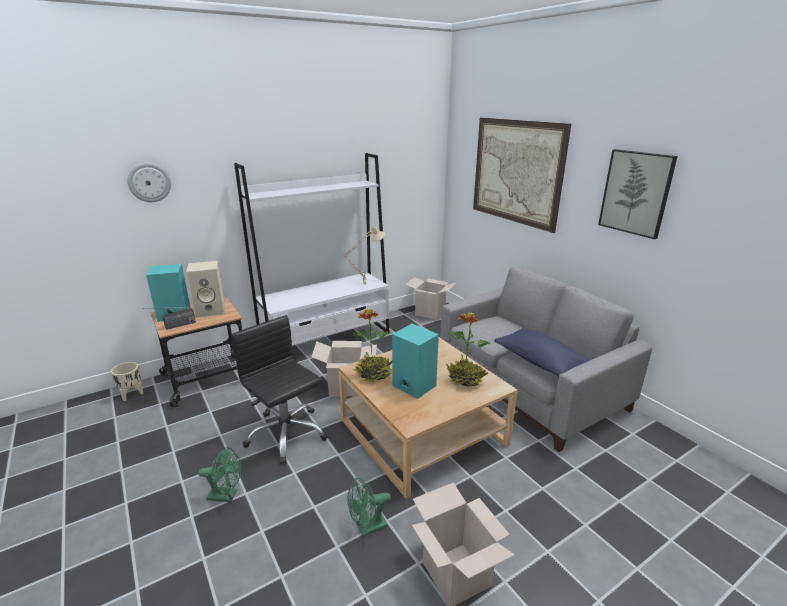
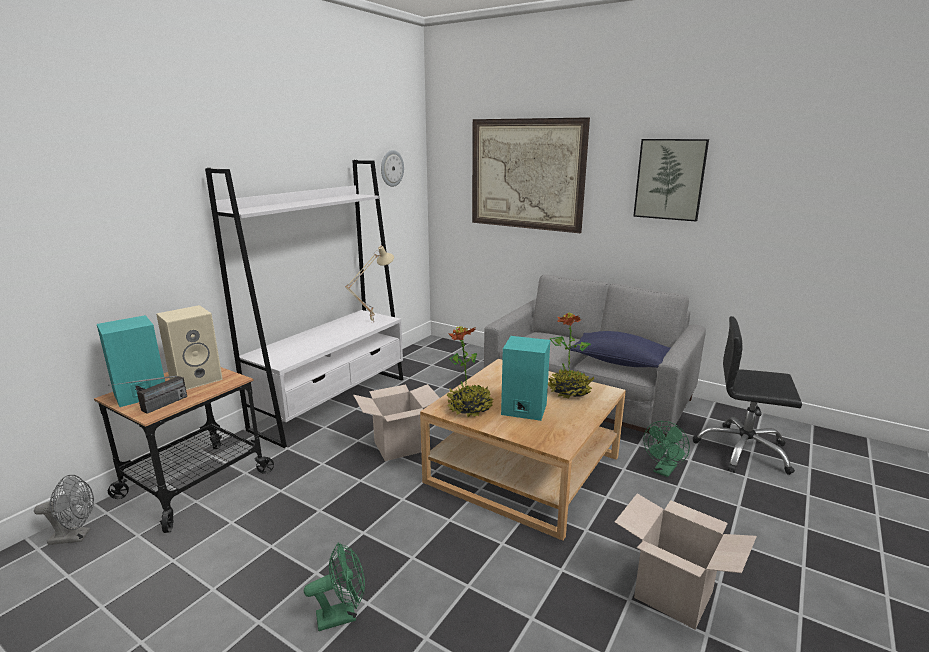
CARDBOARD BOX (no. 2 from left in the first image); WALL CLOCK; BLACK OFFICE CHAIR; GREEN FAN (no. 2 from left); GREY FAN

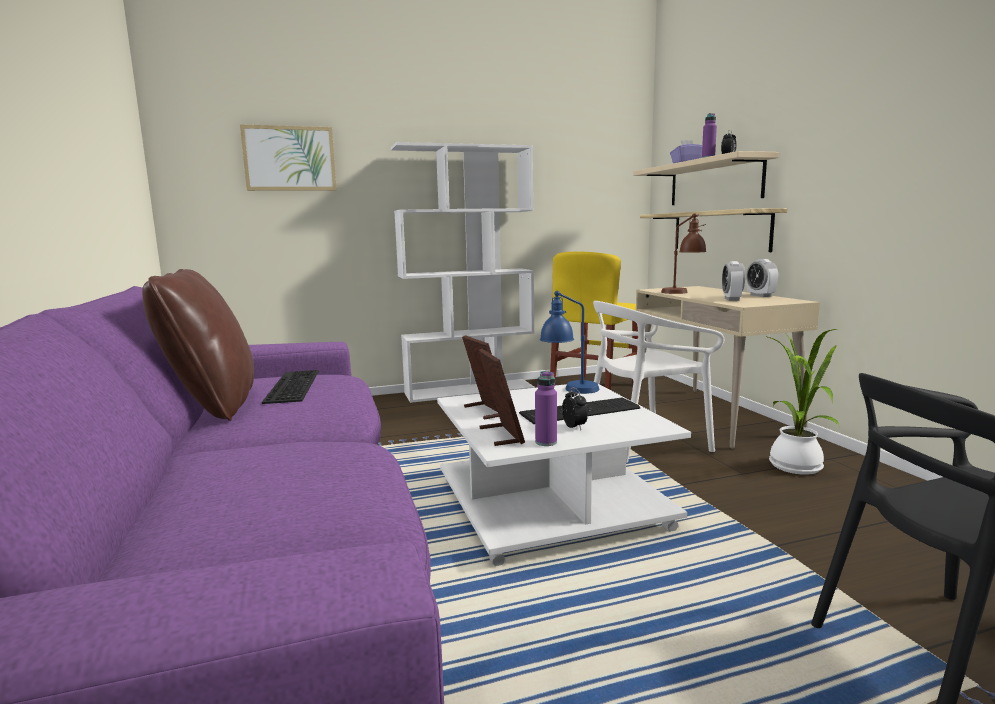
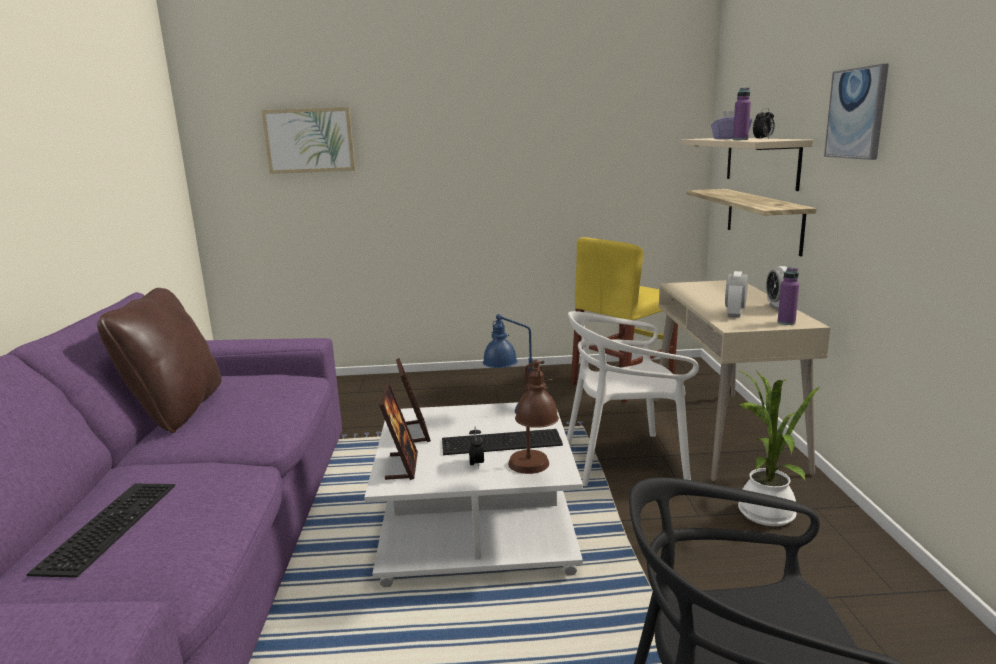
WHITE BOOKCASE; PICTURE (no. 2 from left); KEYBOARD (no. 1 from left); PURPLE BOTTLE (no. 2 from left); BROWN TABLE LAMP

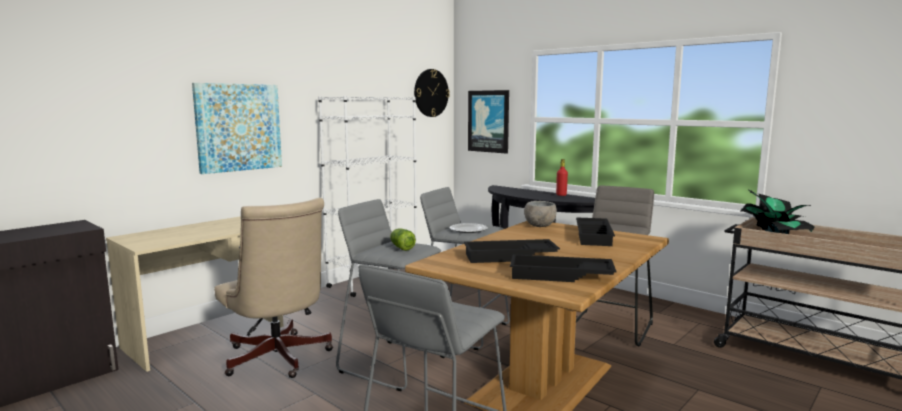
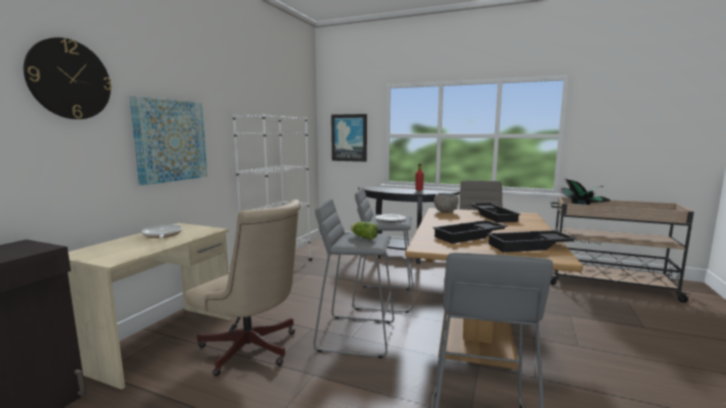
FRYING PAN; WALL CLOCK

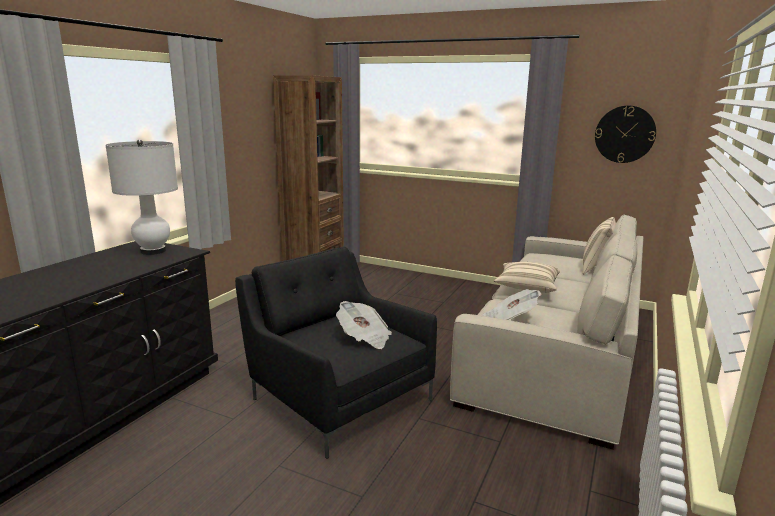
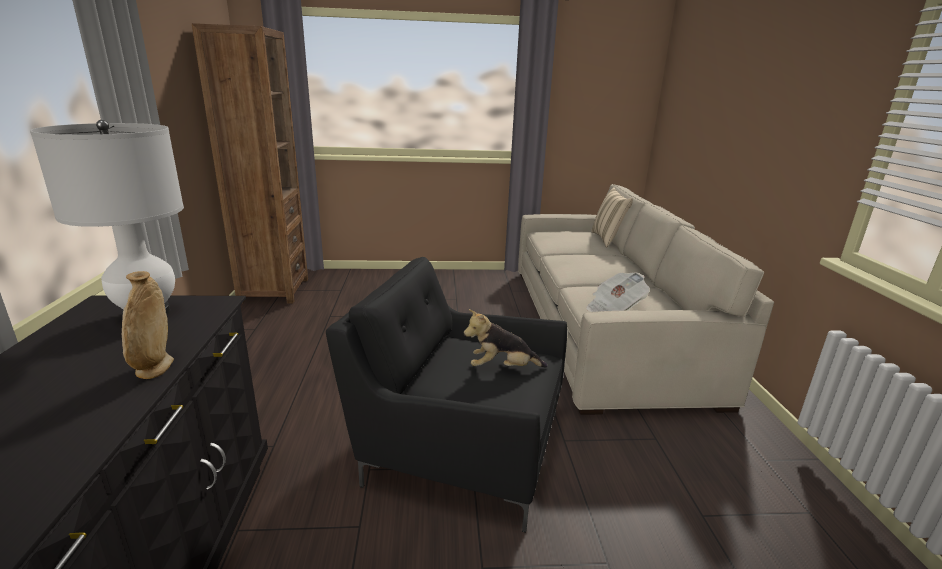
BEIGE PILLOW (no. 1 from left in the first image); WALL CLOCK; BEIGE VASE; PLUSH TOY

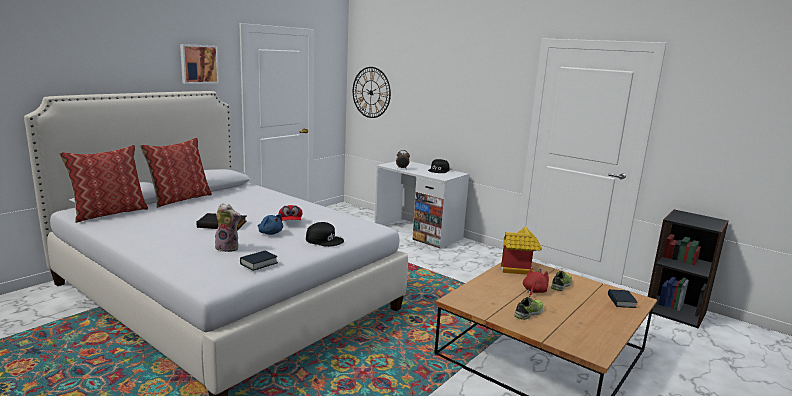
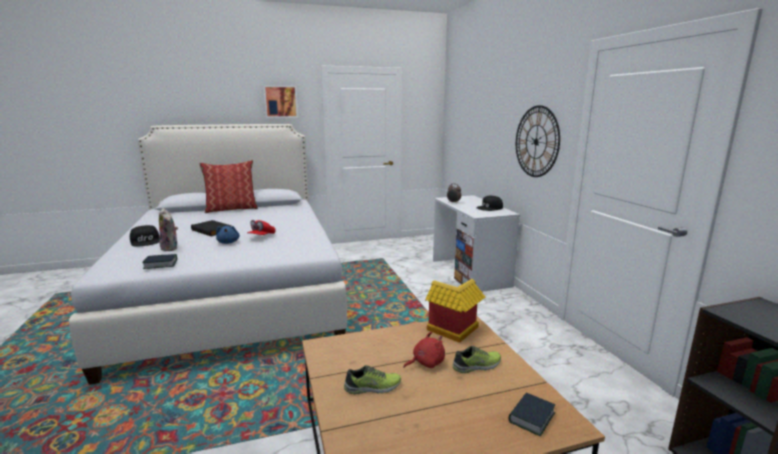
PILLOW (no. 1 from left in the first image); BLACK CAP (no. 1 from left); WALL CLOCK

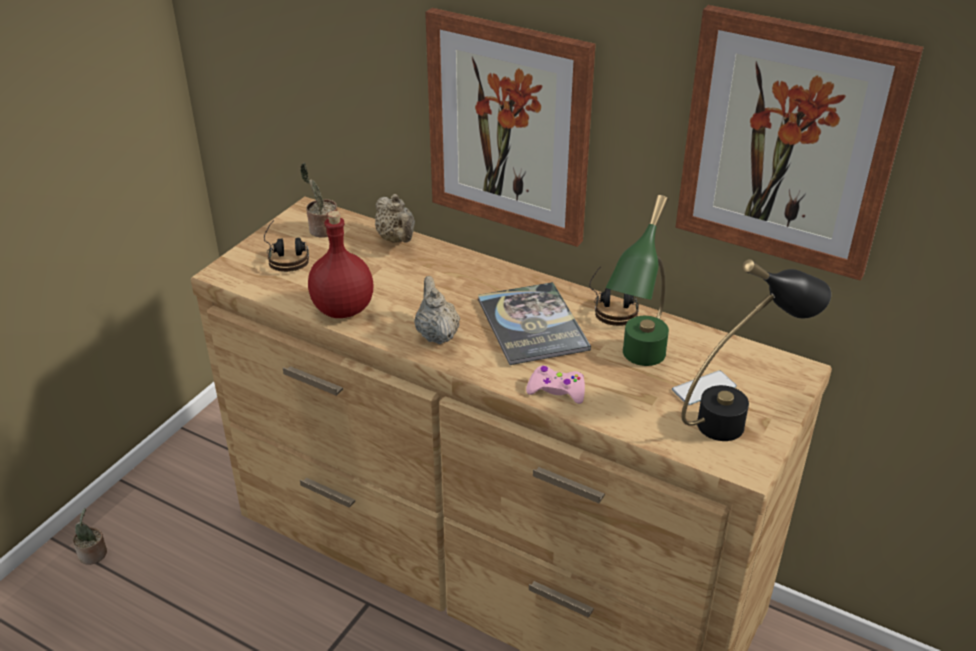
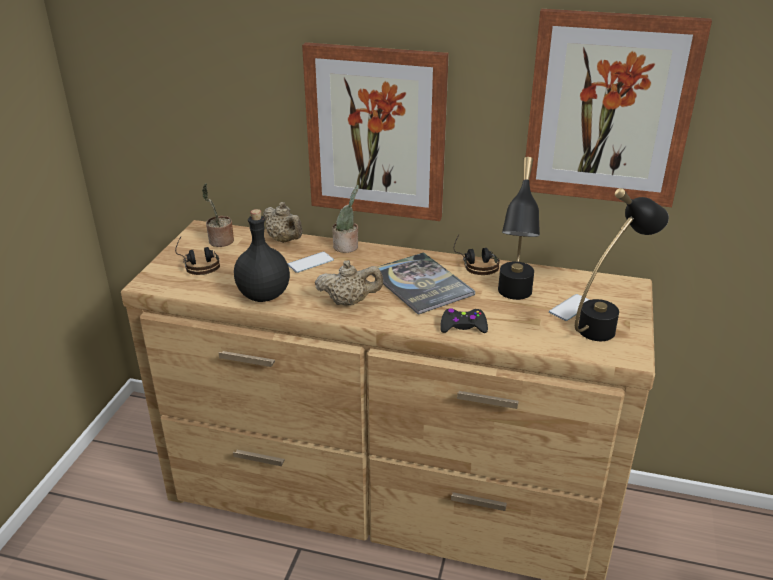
PHONE (no. 1 from left); POTTED PLANT (no. 2 from left); BLACK BOTTLE; BLACK GAME CONTROLLER; BLACK TABLE LAMP (no. 1 from left); BEIGE TEAPOT (no. 2 from left)

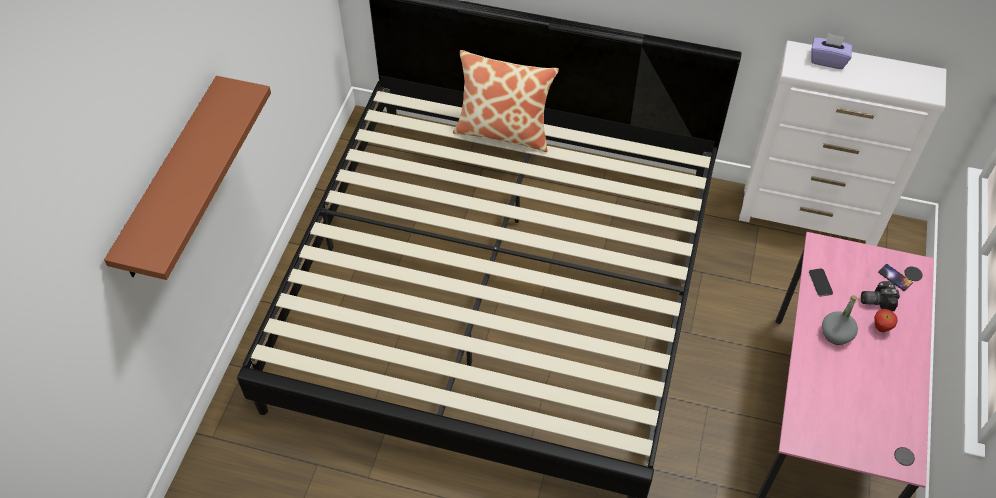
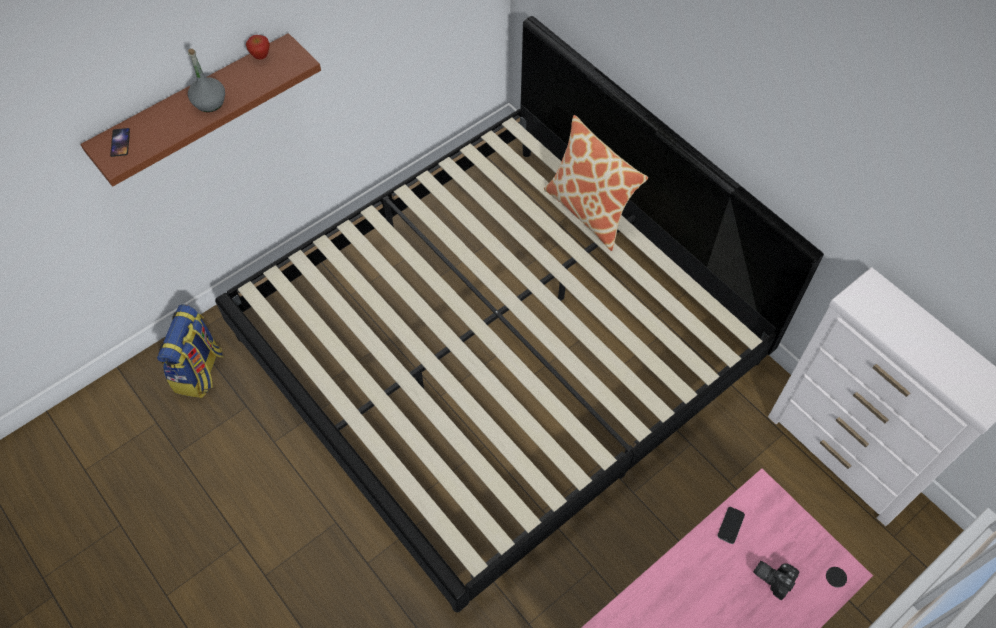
PURPLE TISSUE BOX; BACKPACK; GREY BOTTLE; APPLE; PHONE (no. 1 from left)

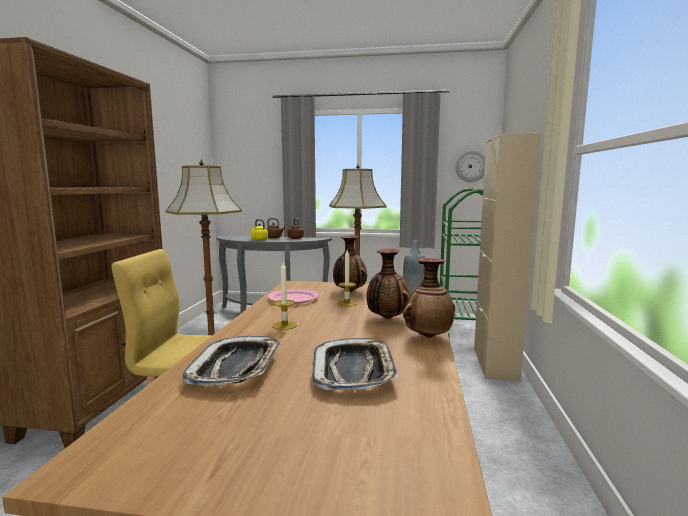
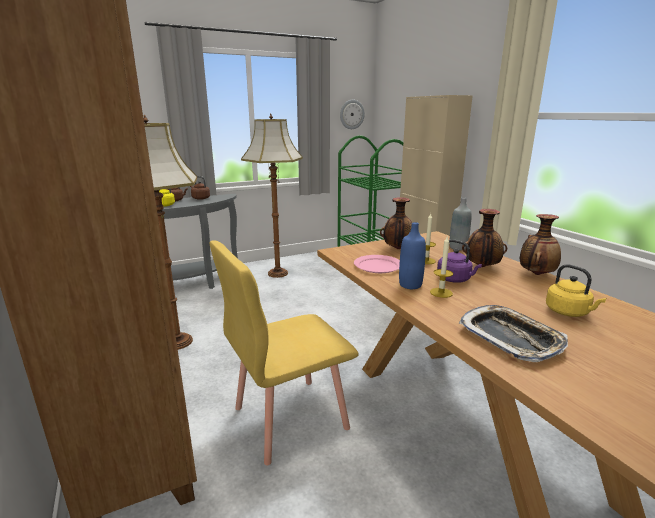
BLUE BOTTLE; PURPLE KETTLE; YELLOW KETTLE (no. 2 from left)

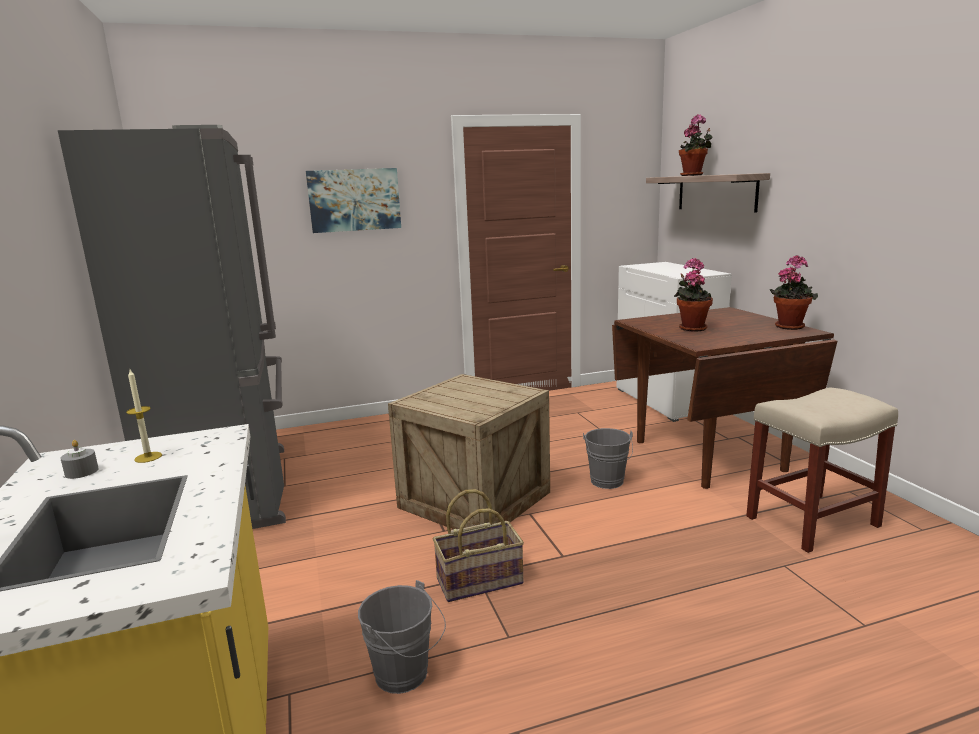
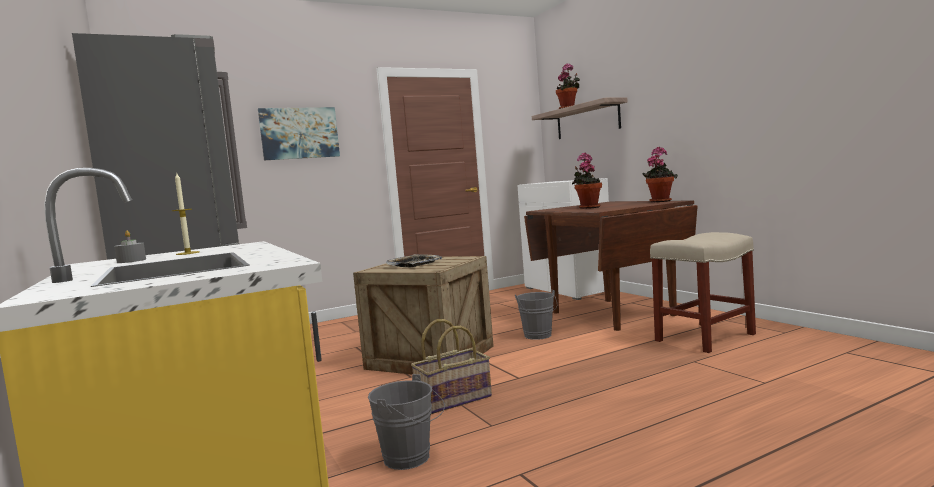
TRAY

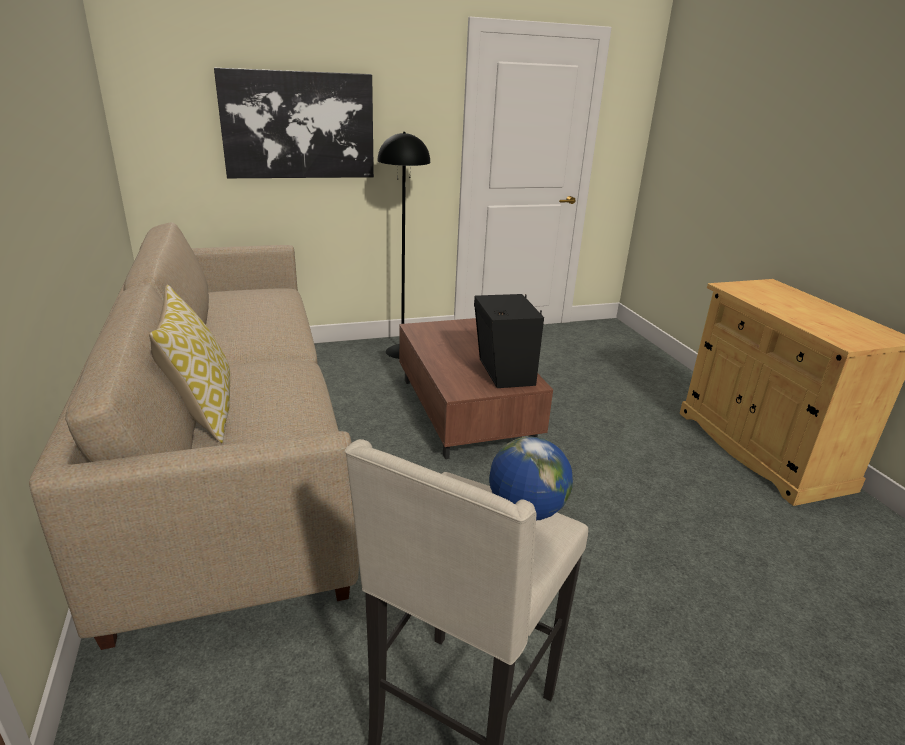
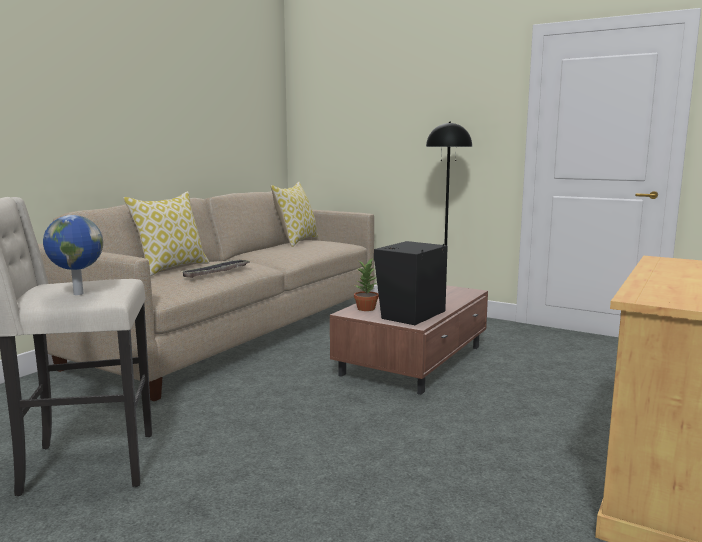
PICTURE; TRAY; PILLOW (no. 2 from left); POTTED PLANT

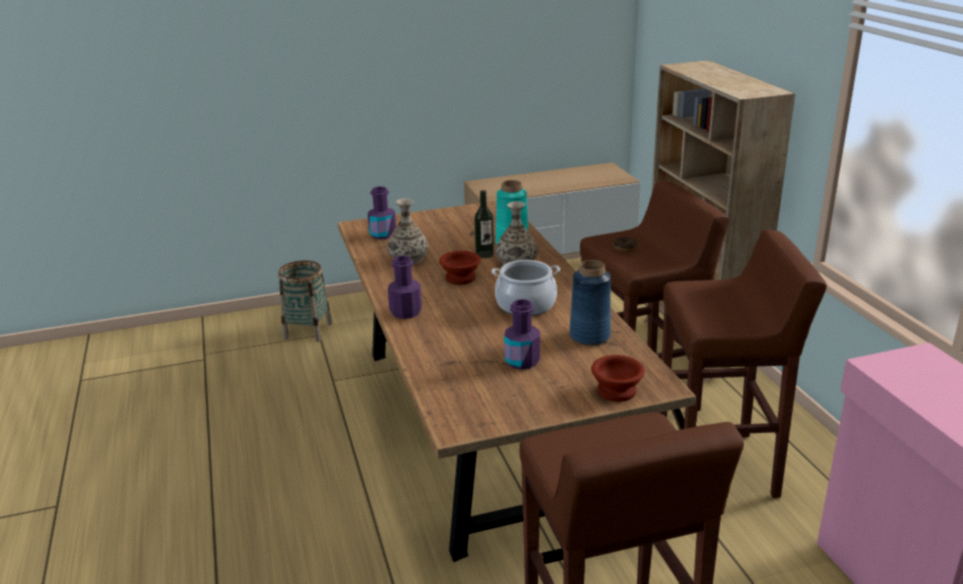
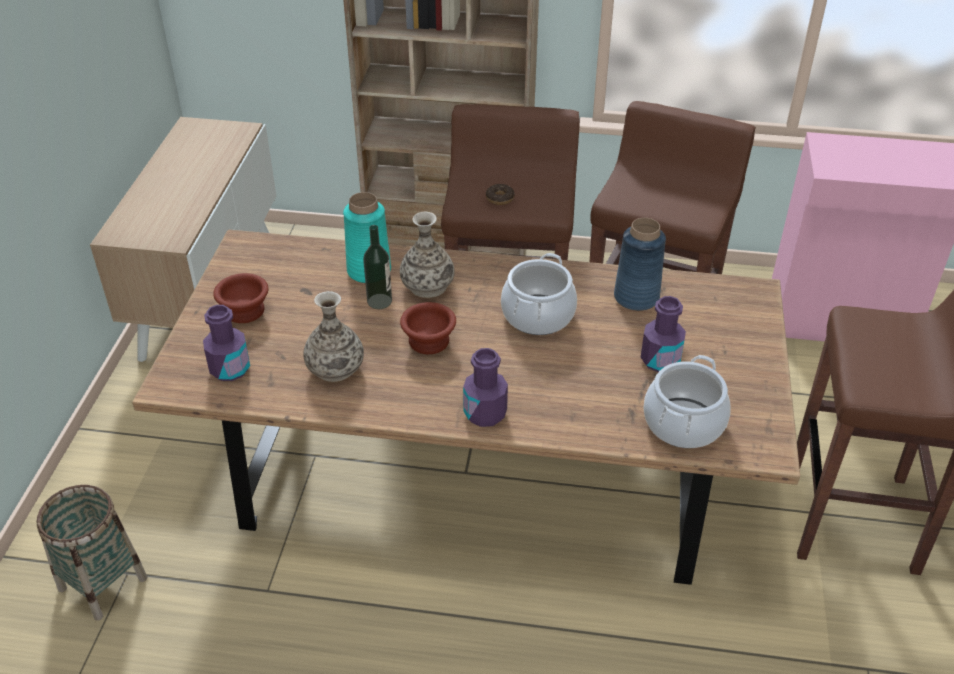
COOKING POT (no. 2 from left); BROWN BOWL (no. 1 from left)

